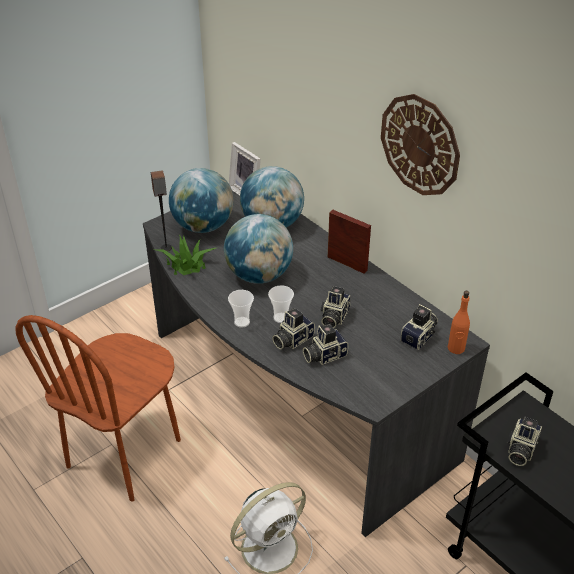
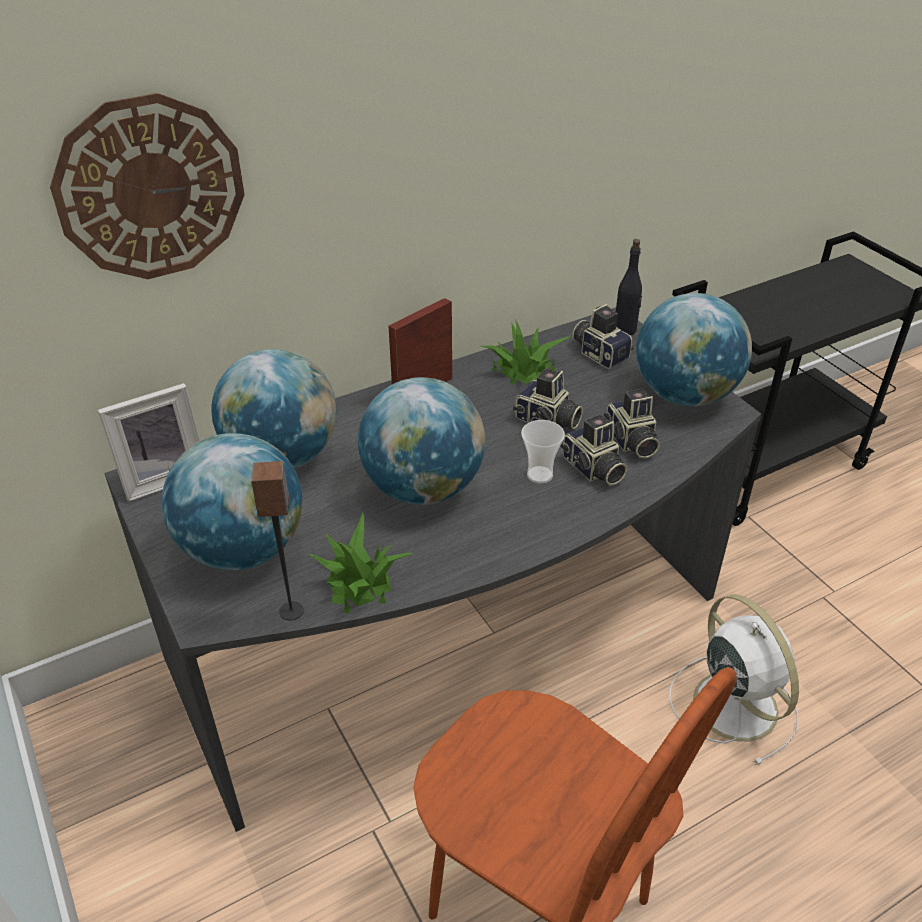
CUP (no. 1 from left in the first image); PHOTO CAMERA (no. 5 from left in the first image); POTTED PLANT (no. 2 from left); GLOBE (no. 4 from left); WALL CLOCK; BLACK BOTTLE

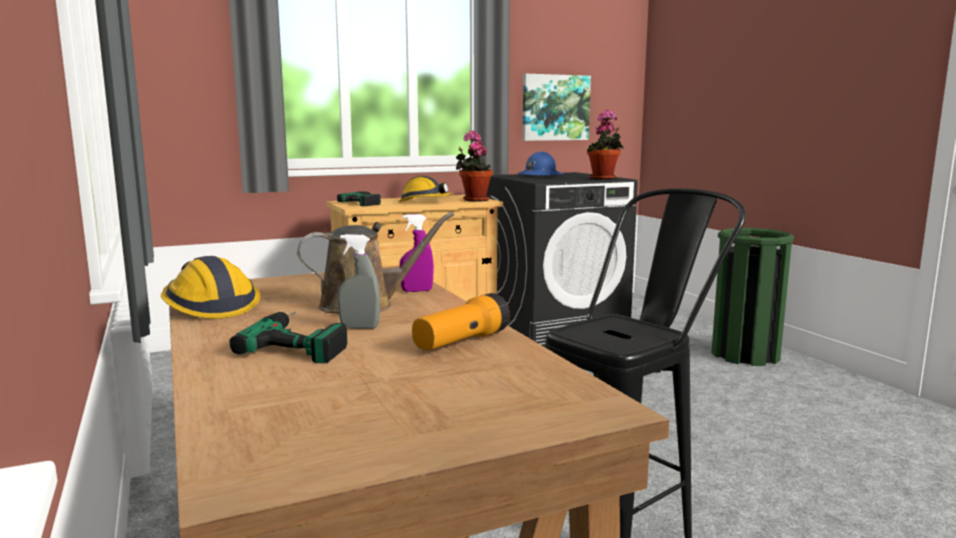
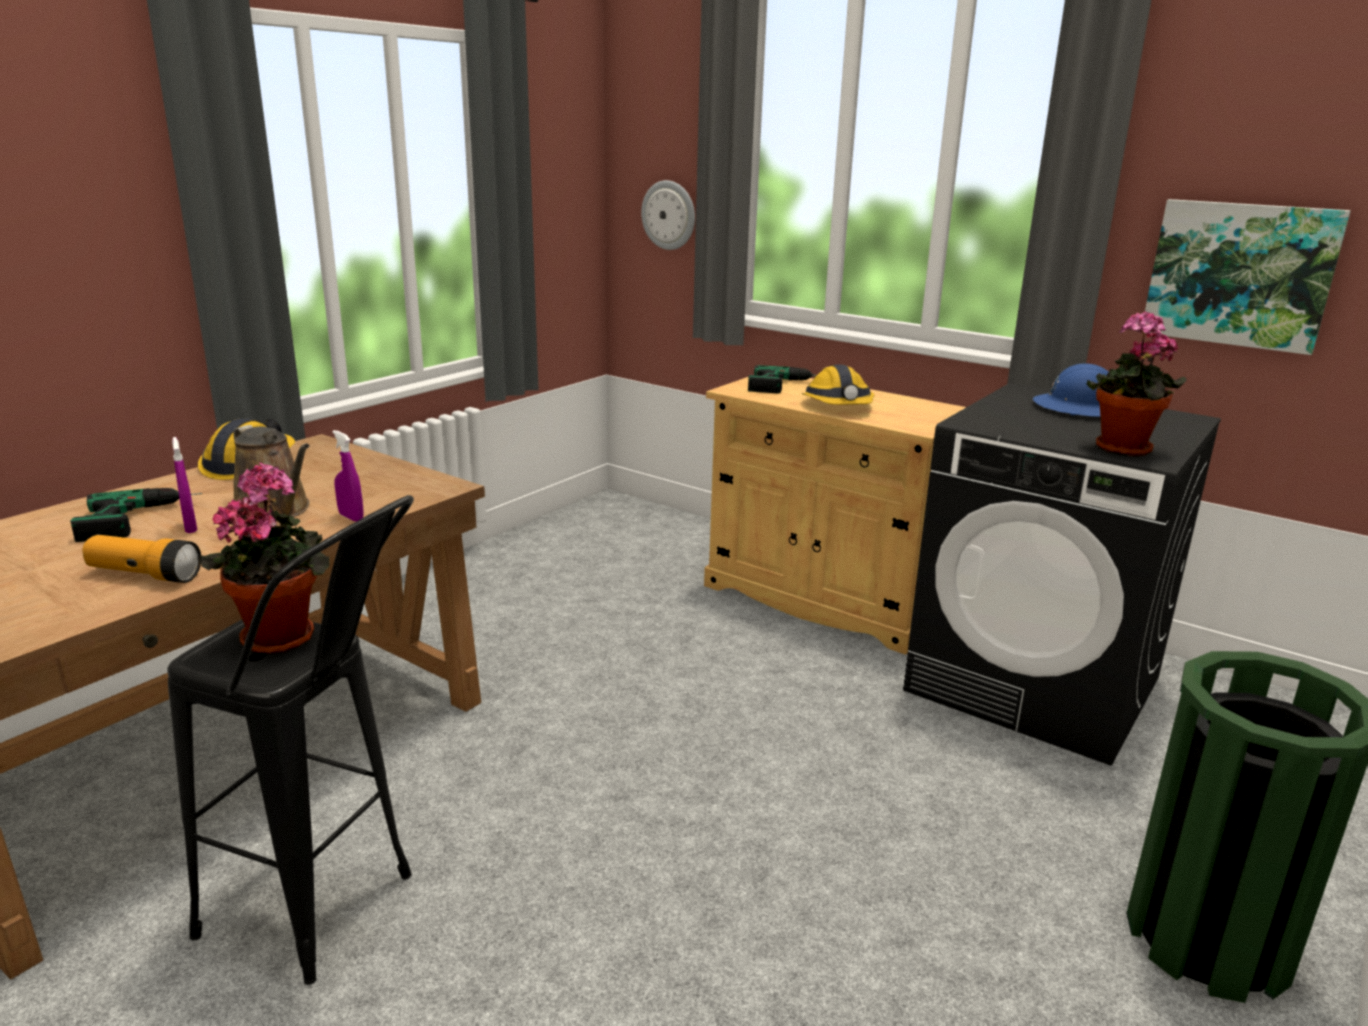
WALL CLOCK; POTTED PLANT (no. 1 from left); PURPLE SPRAY BOTTLE (no. 1 from left)

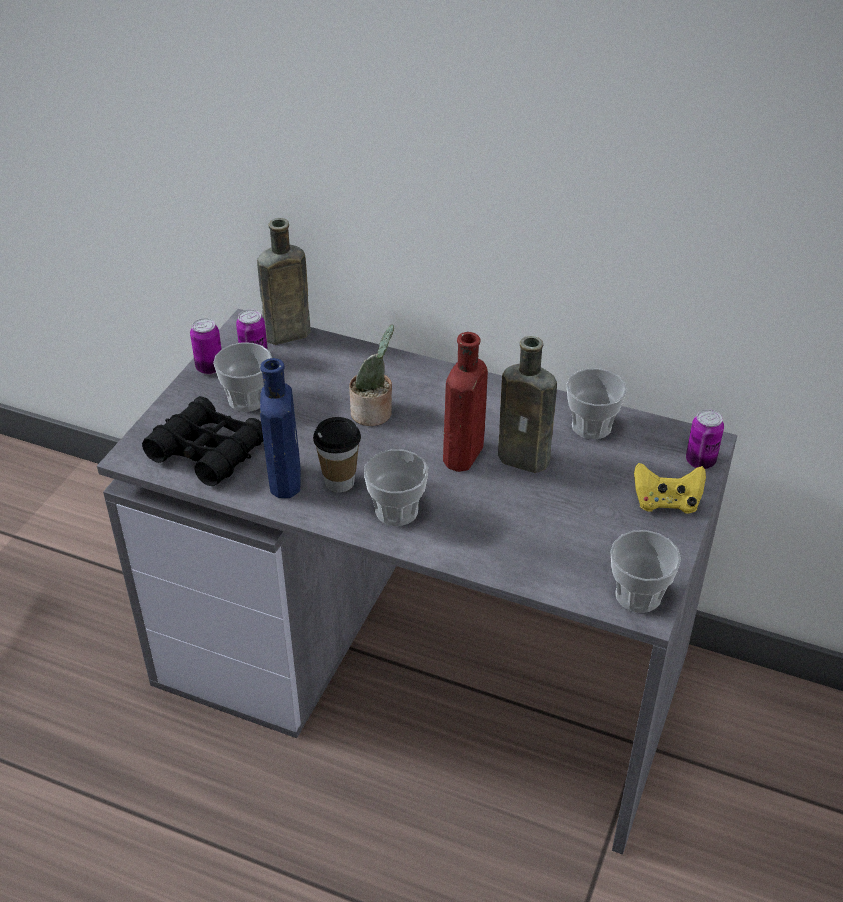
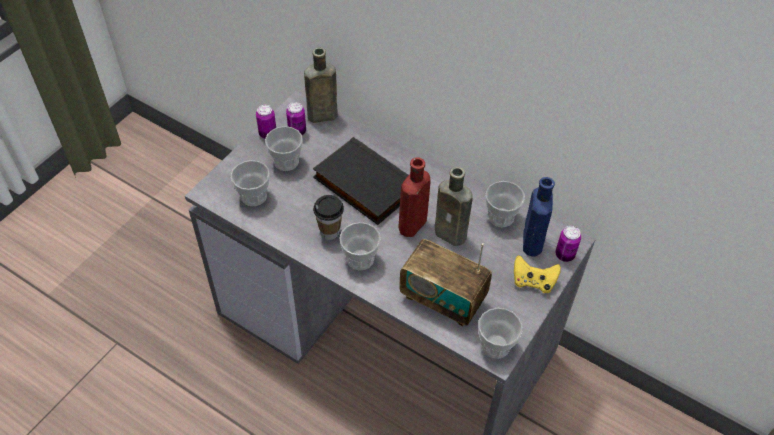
RADIO; BLUE BOTTLE; CUP (no. 1 from left); BLACK BOOK

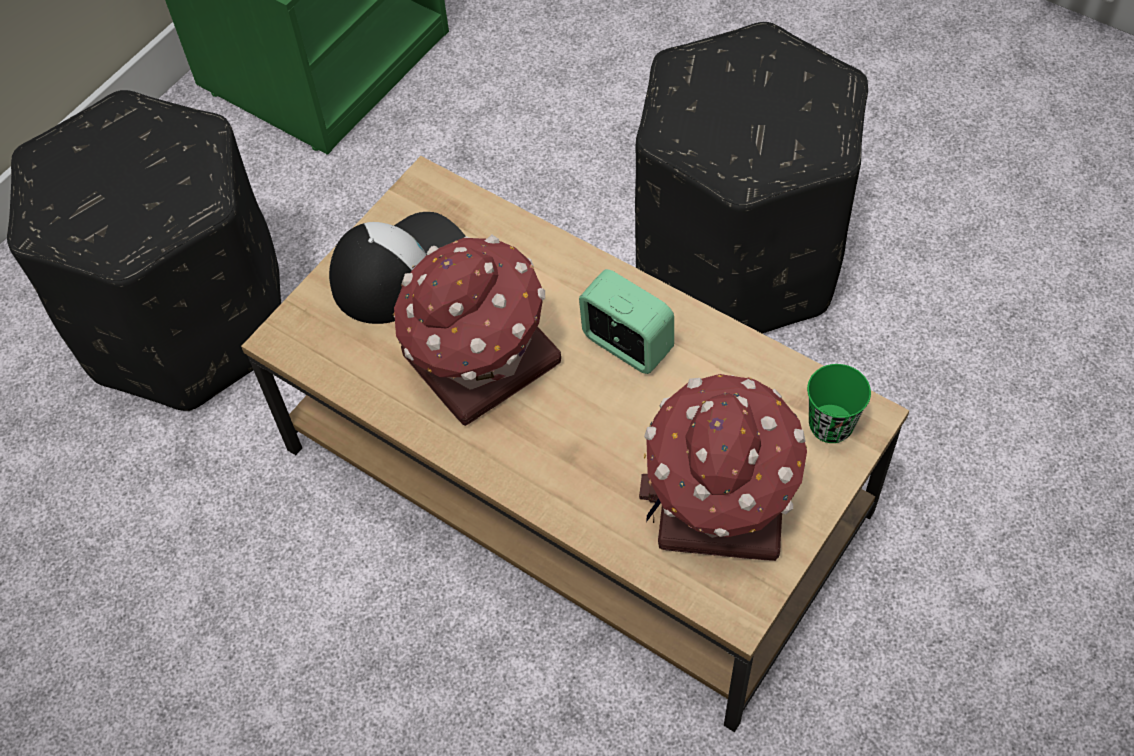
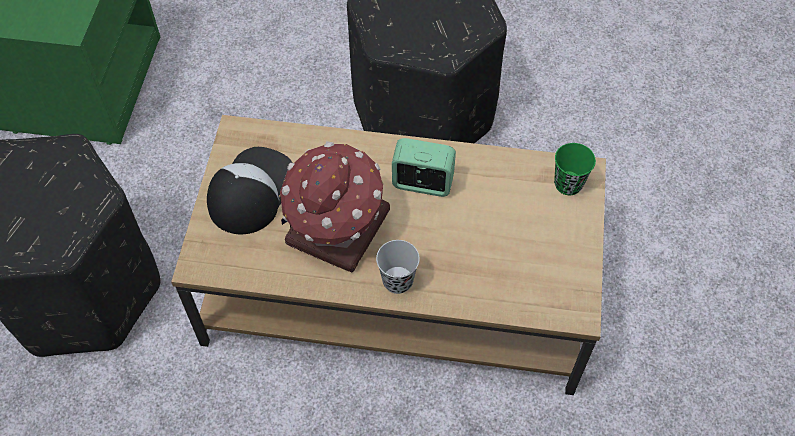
TOY HOUSE (no. 2 from left in the first image); BLACK CUP

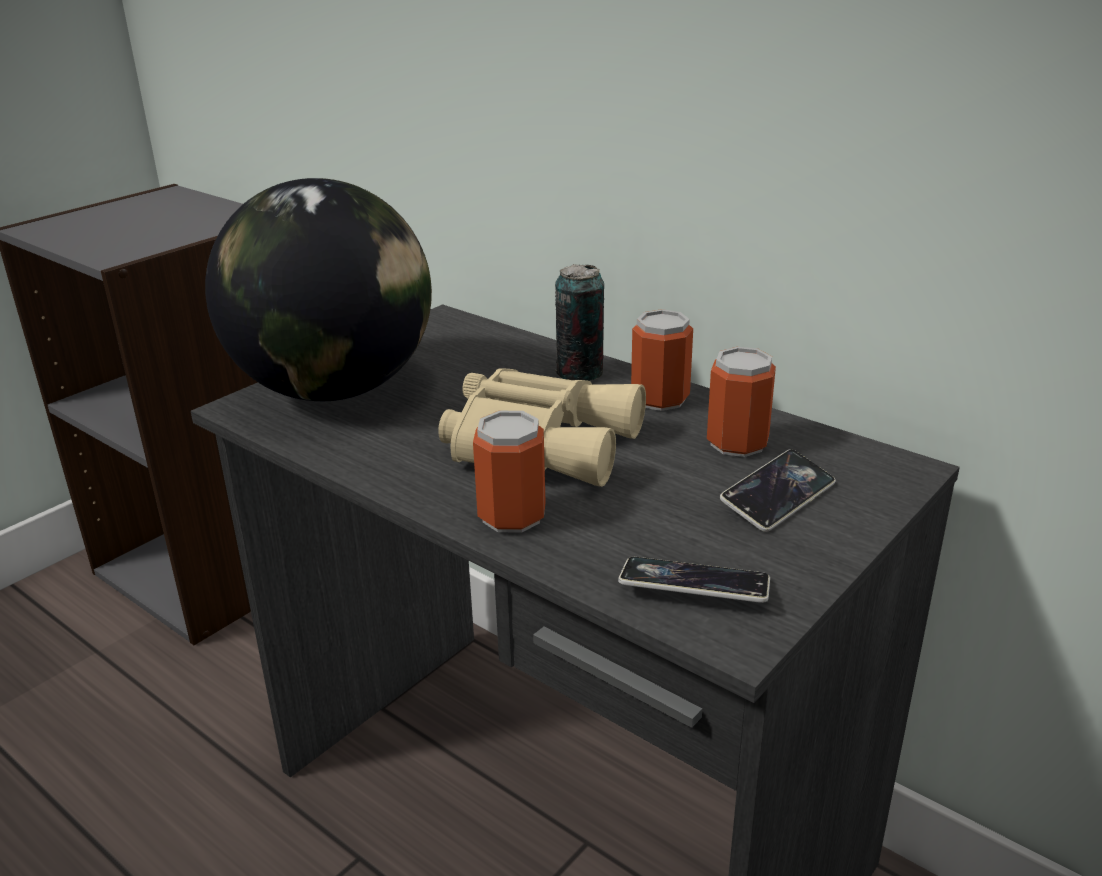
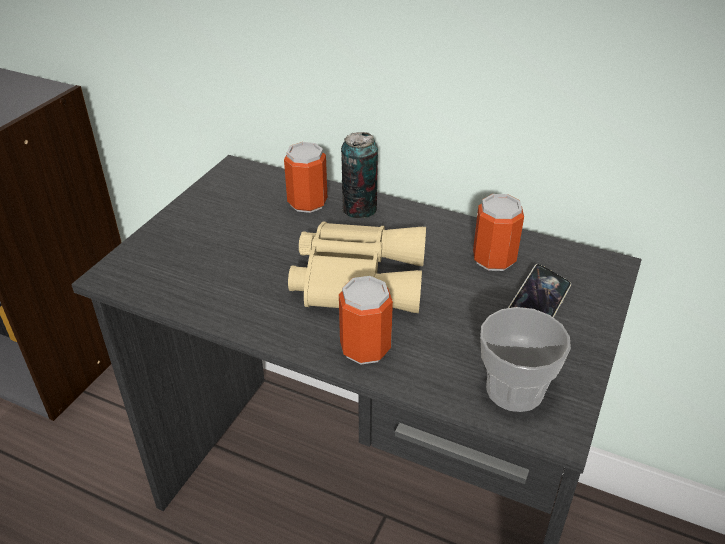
GLOBE; CAN (no. 1 from left); CUP

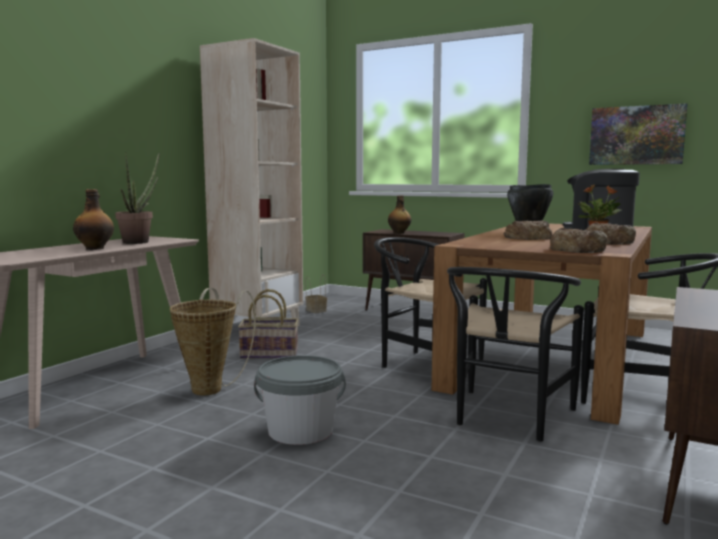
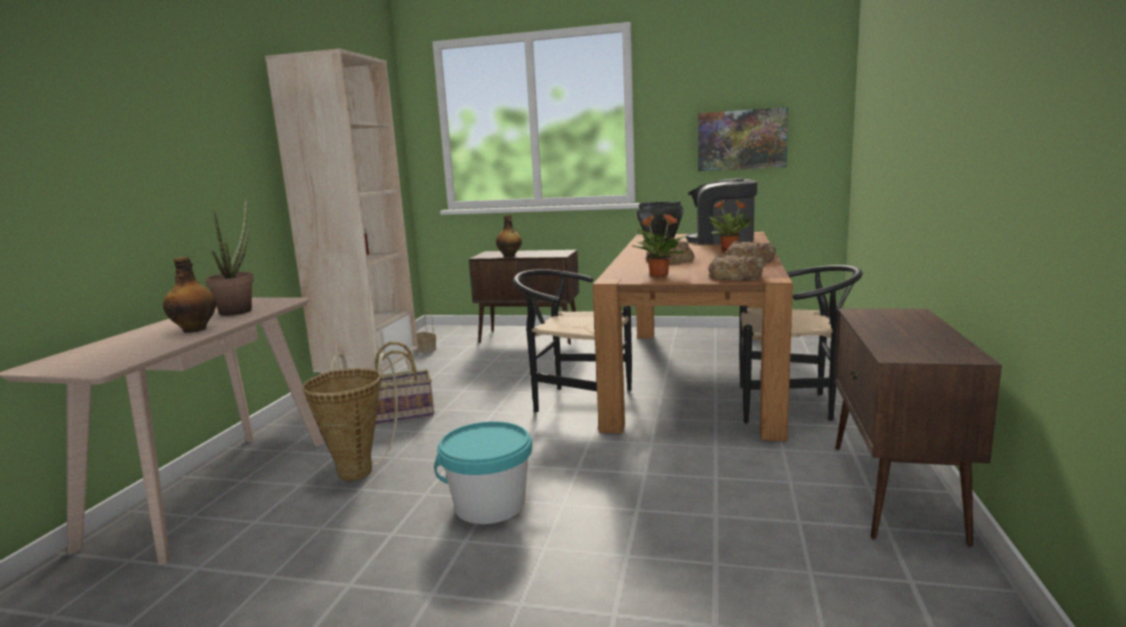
BLACK CHAIR (no. 2 from left in the first image); POTTED PLANT (no. 2 from left); TURQUOISE BUCKET

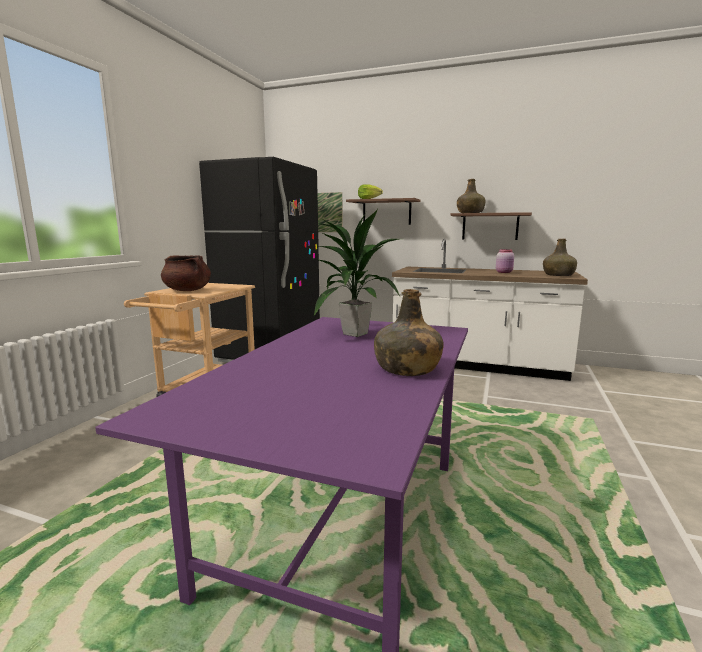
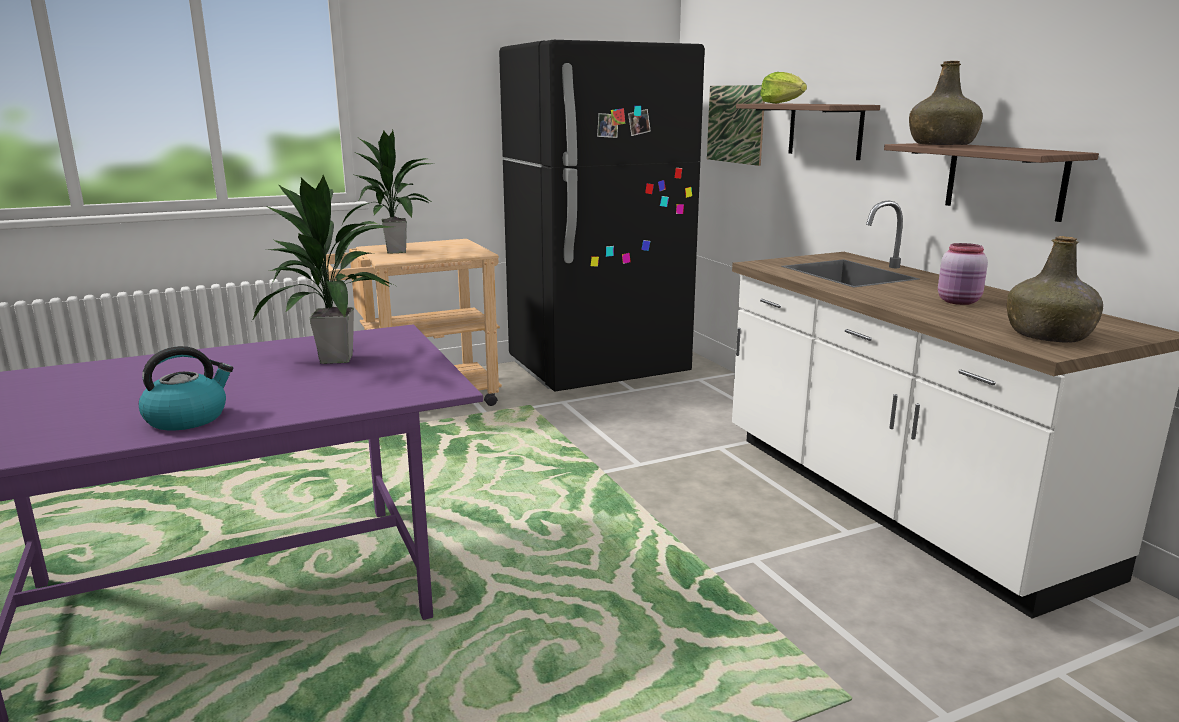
POTTED PLANT (no. 2 from left); KETTLE

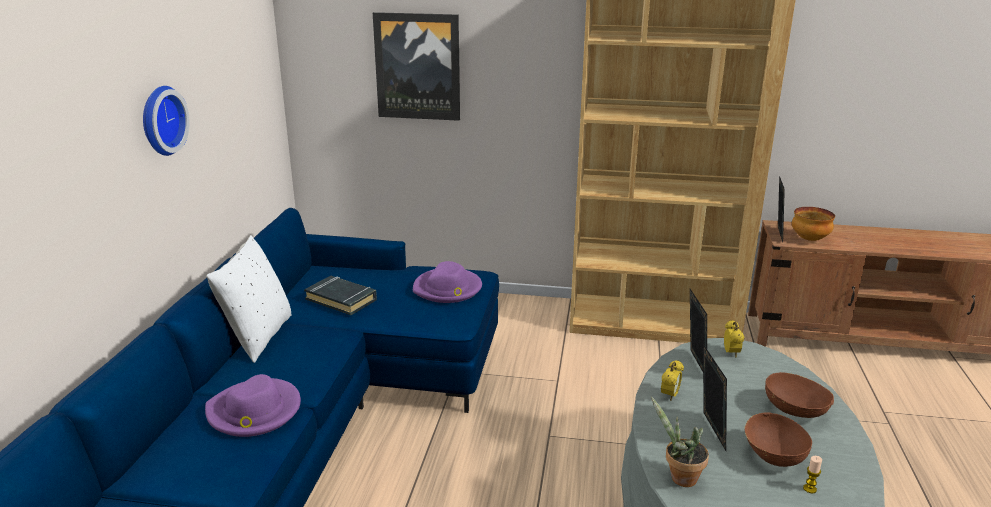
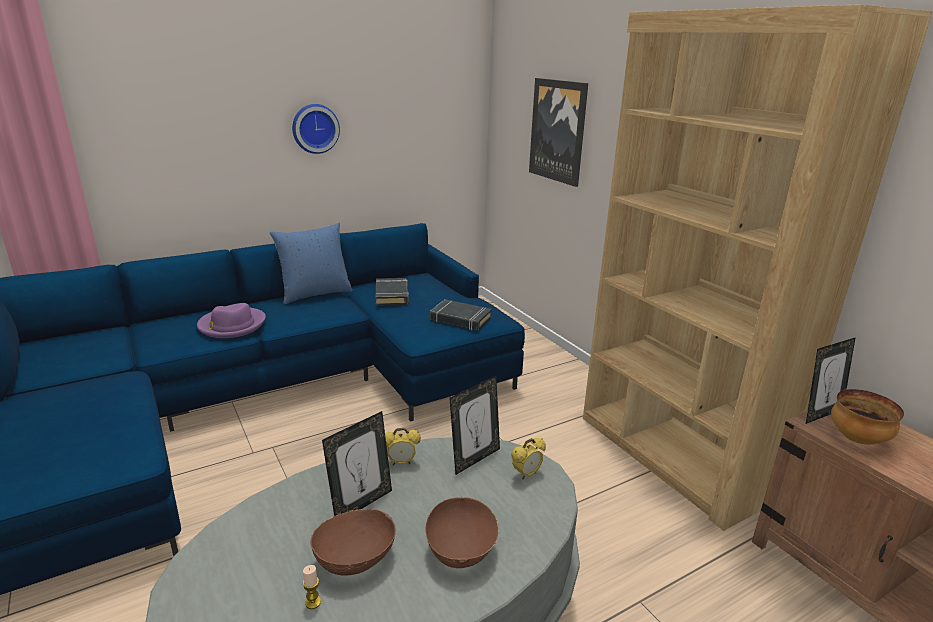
POTTED PLANT; BLACK BOOK (no. 2 from left); BLUE PILLOW

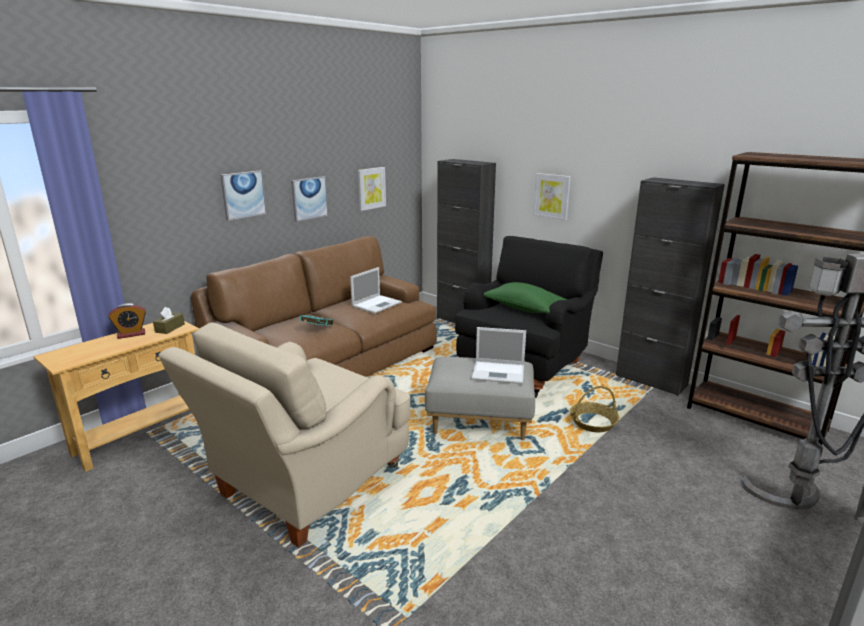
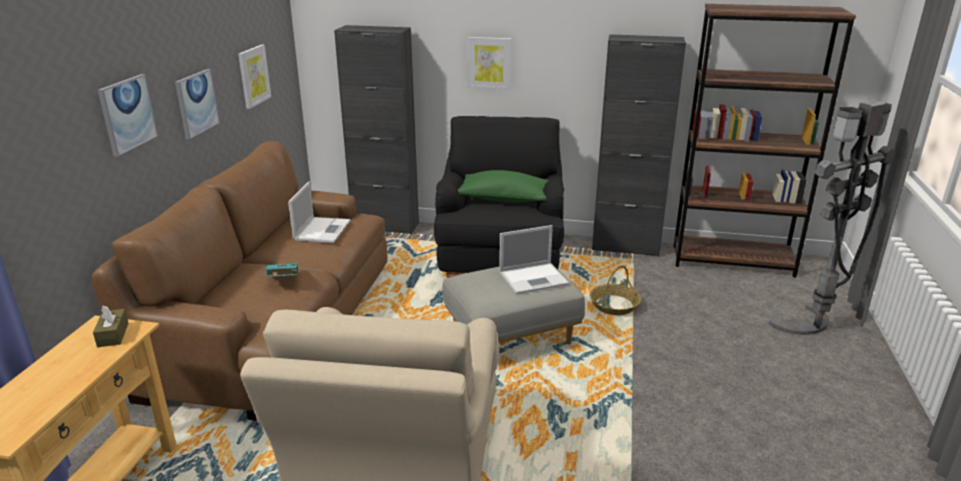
ALARM CLOCK

